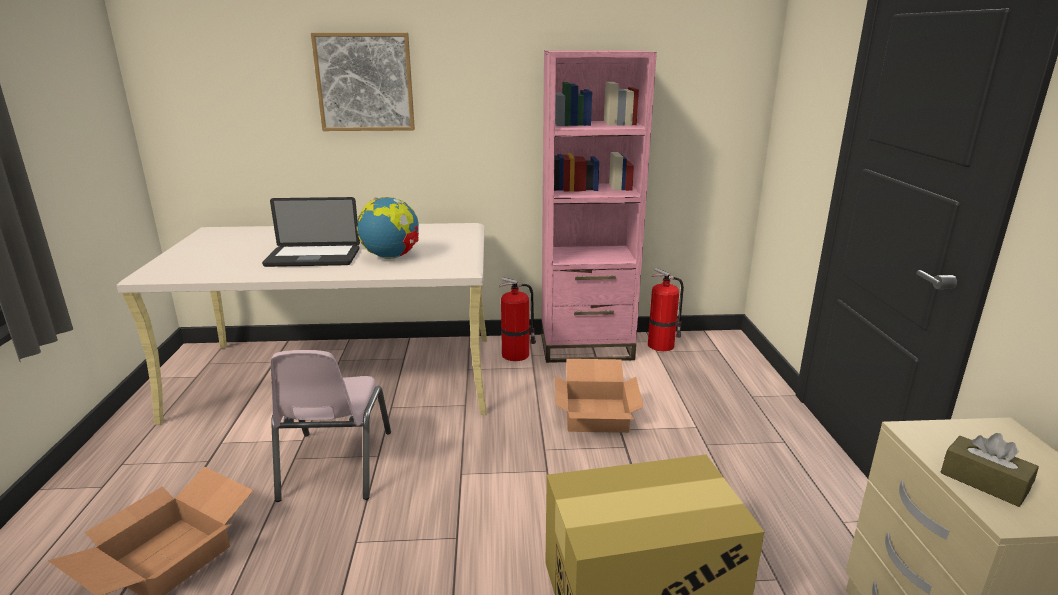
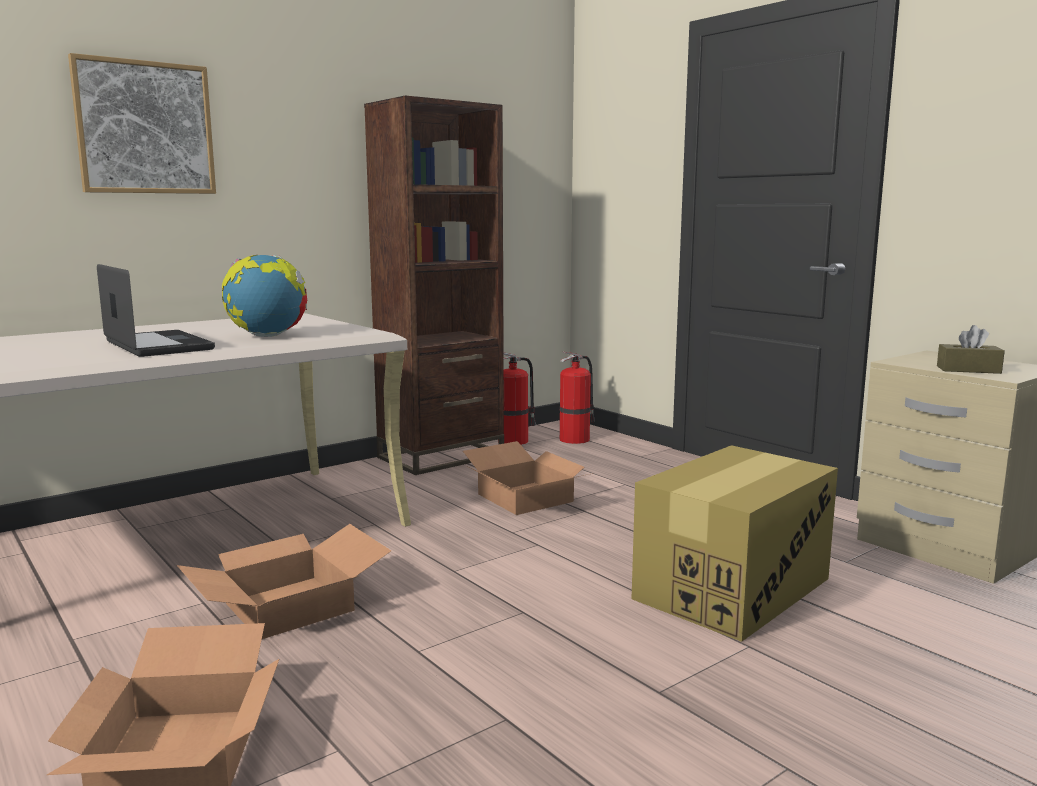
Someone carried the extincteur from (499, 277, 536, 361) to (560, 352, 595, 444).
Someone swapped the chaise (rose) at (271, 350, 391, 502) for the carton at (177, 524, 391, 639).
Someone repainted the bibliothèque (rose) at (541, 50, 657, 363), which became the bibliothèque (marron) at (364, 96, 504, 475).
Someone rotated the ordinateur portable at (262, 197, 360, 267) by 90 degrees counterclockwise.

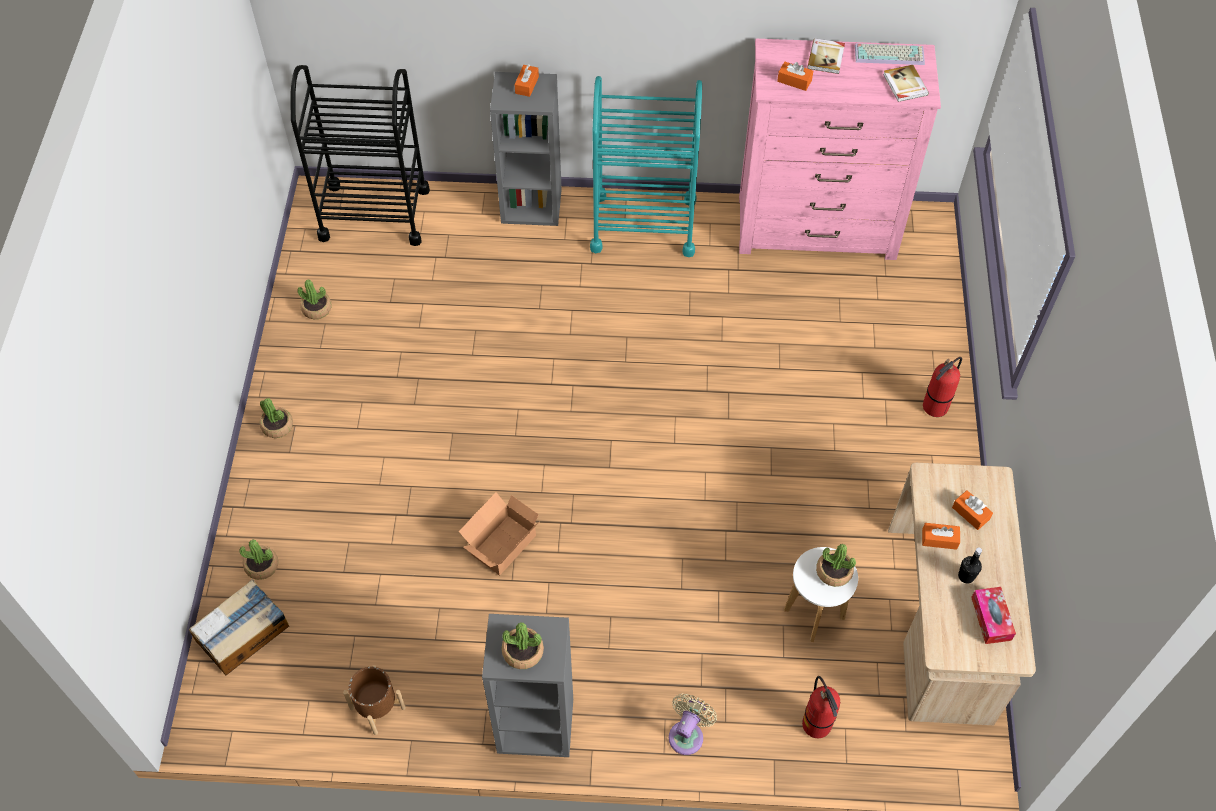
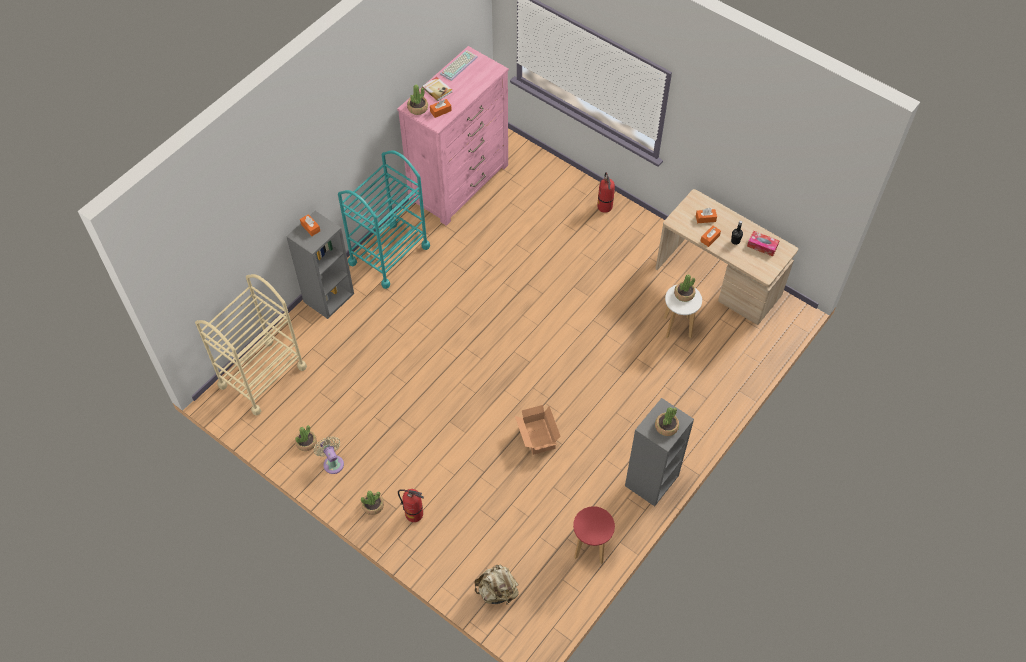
Someone took away the livre at (883, 65, 929, 102).
Someone carried the plante en pot from (240, 539, 278, 580) to (407, 85, 428, 115).
Someone carried the ventilateur (beige) from (669, 694, 717, 755) to (314, 436, 344, 474).
Someone carried the extincteur from (802, 676, 840, 738) to (398, 489, 424, 522).
Someone swapped the carton at (189, 580, 289, 675) for the sac à dos (beige) at (474, 564, 519, 604).
Someone swapped the cache-pot (marron) at (343, 665, 406, 735) for the tabouret (rouge) at (573, 506, 615, 564).
Someone repainted the chariot (noir) at (291, 65, 430, 246), which became the chariot (beige) at (195, 274, 307, 416).

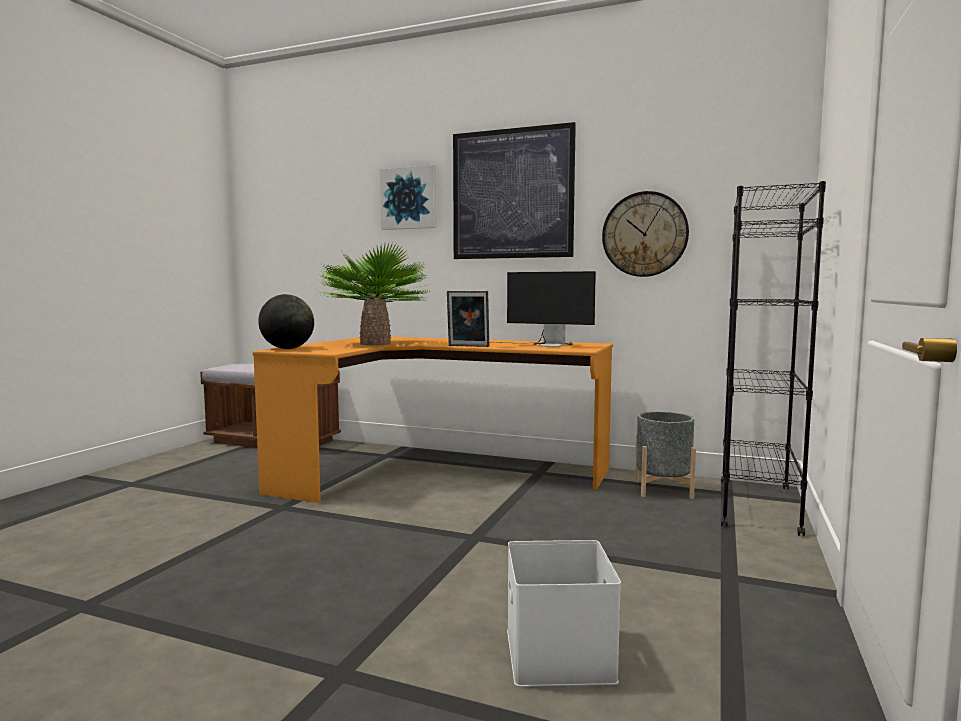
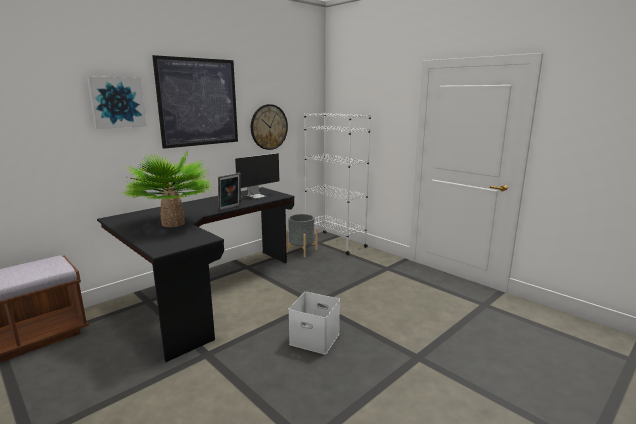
Someone took away the globe at (258, 294, 314, 349).
Someone carried the boîte de rangement (blanc) from (507, 540, 621, 687) to (288, 292, 340, 355).
Someone repainted the bureau (orange) at (253, 337, 613, 503), which became the bureau (noir) at (97, 187, 295, 362).
Someone repainted the bibliothèque (noir) at (721, 181, 826, 537), which became the bibliothèque (blanc) at (304, 112, 371, 255).

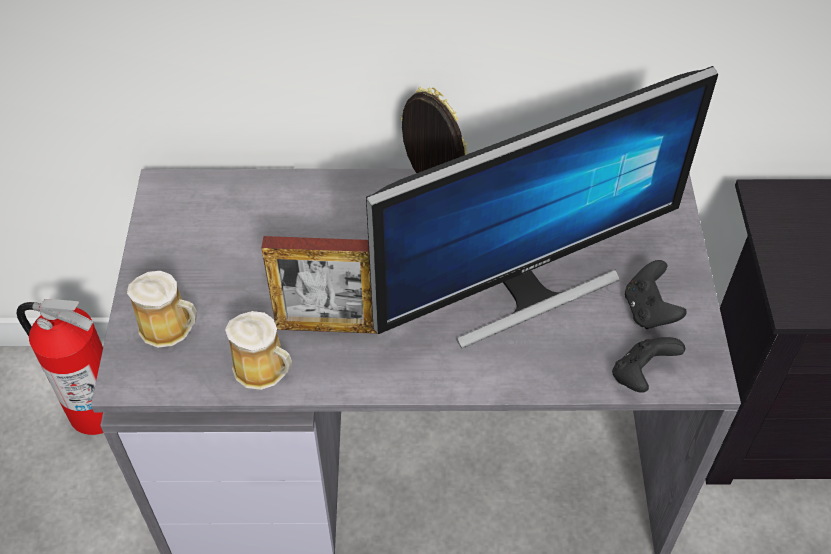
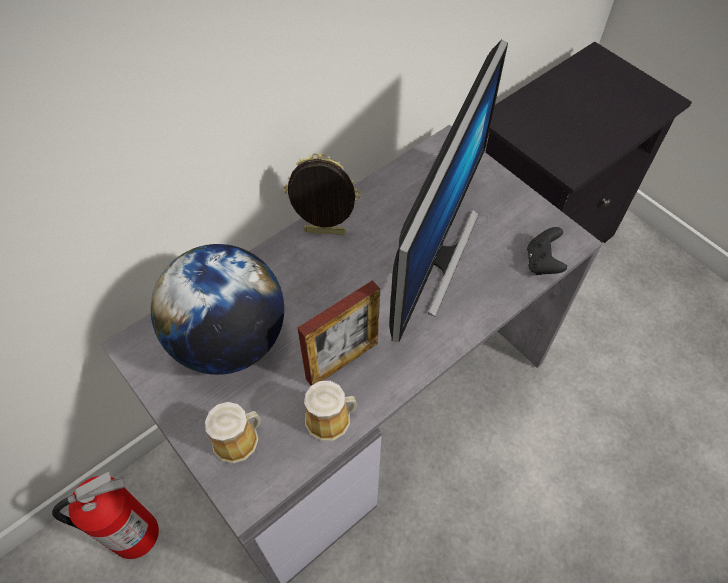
Someone took away the manette (noir) at (625, 260, 687, 329).
Someone put down the globe at (151, 244, 284, 375).

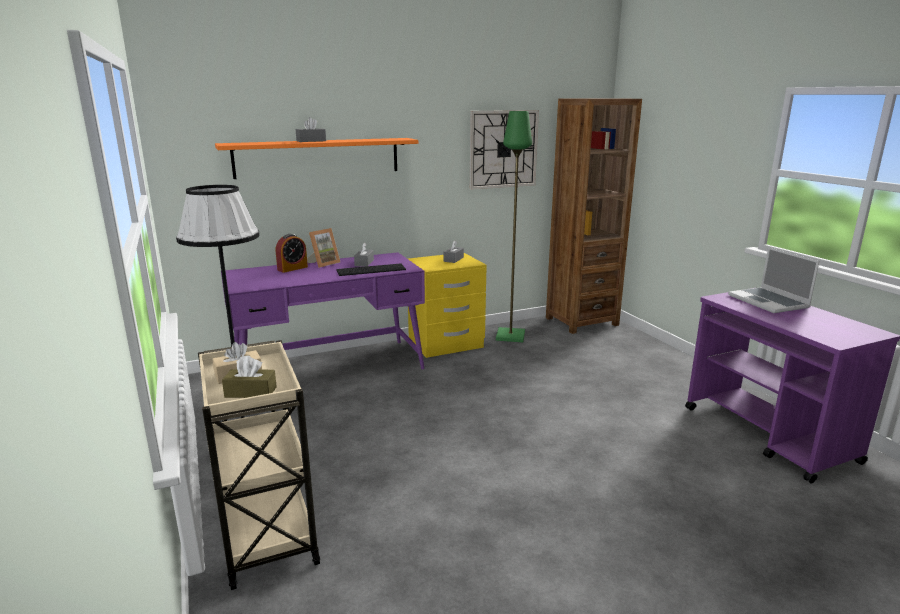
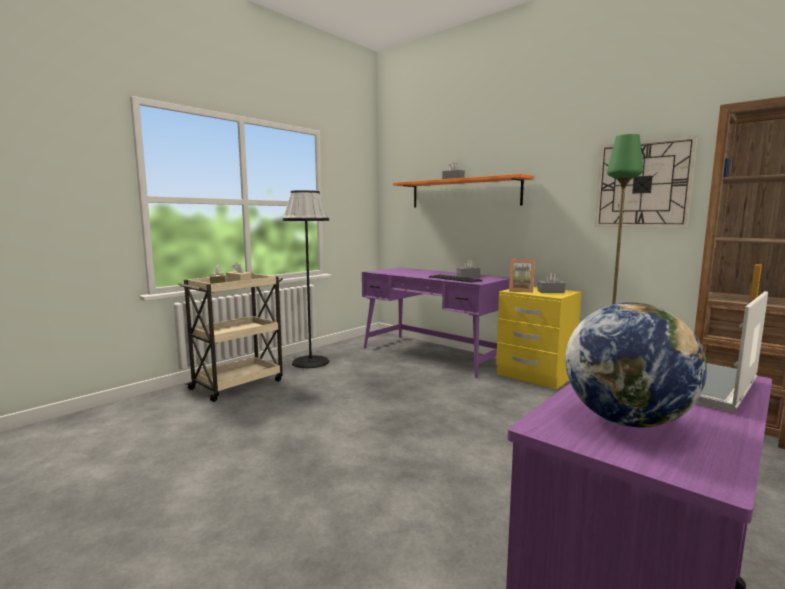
Someone took away the réveil at (276, 234, 308, 273).
Someone put down the globe at (565, 303, 707, 428).
Someone carried the cadre photo from (307, 228, 340, 268) to (509, 259, 535, 293).

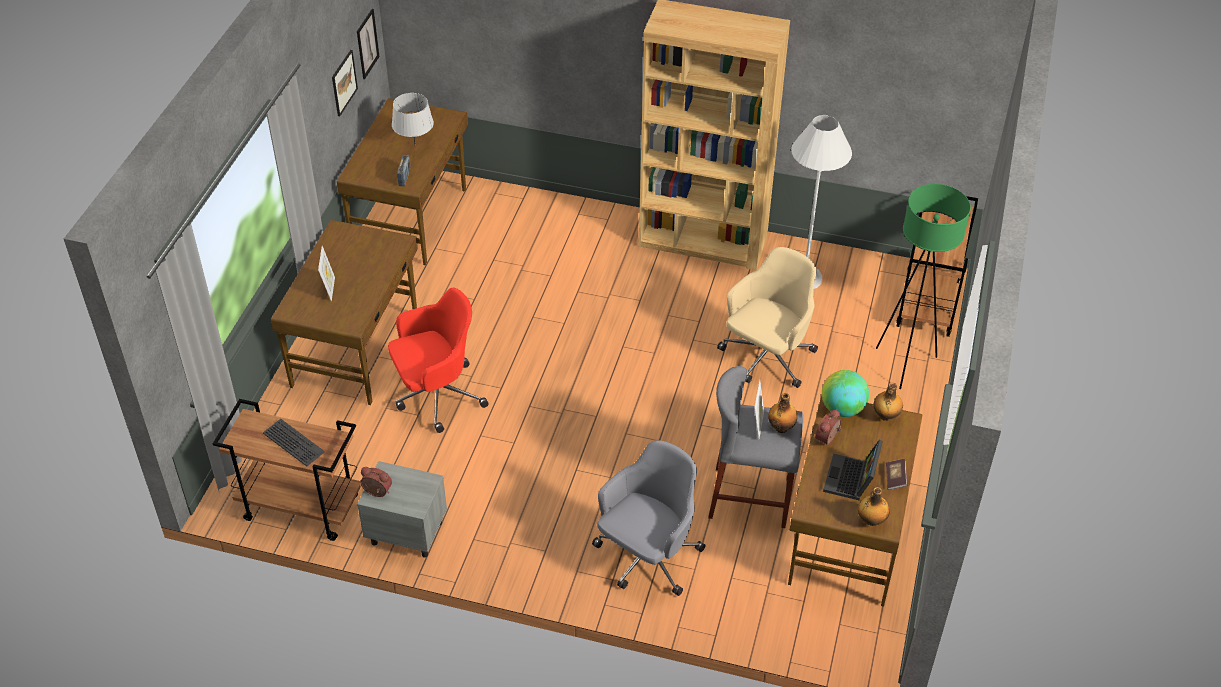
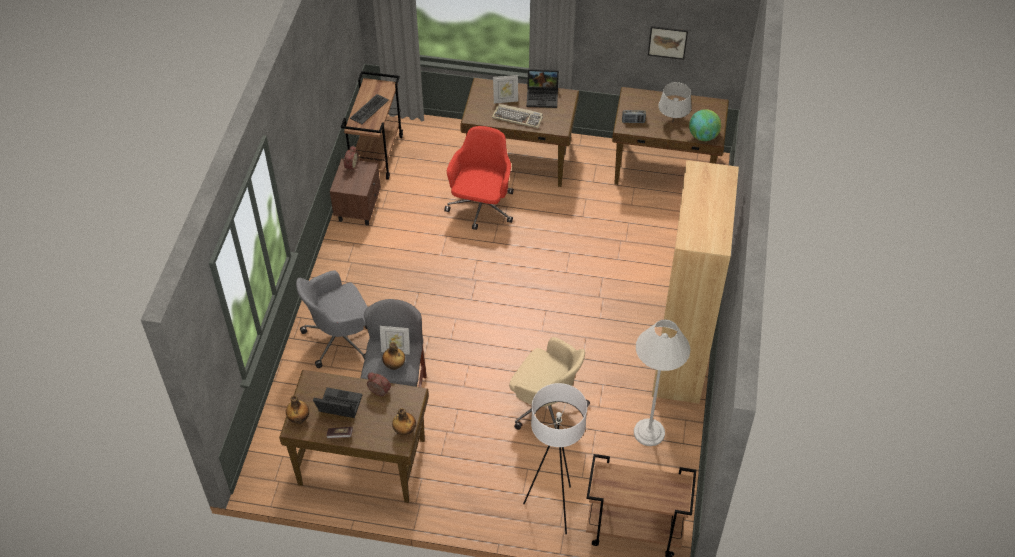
Someone took away the tableau at (357, 9, 380, 79).
Someone put down the clavier at (492, 104, 543, 128).
Someone put down the ordinateur portable at (526, 69, 559, 108).
Someone carried the globe from (822, 370, 869, 417) to (689, 109, 721, 141).
Someone repainted the table de chevet (gris) at (357, 461, 447, 558), which became the table de chevet (marron) at (330, 158, 381, 225).
Someone repainted the lampadaire (vert) at (876, 184, 971, 389), which became the lampadaire (blanc) at (523, 383, 587, 534).
Someone rotated the chaise de bureau (rouge) at (388, 288, 488, 433) by 135 degrees counterclockwise.
Someone rotated the chaise de bureau (gris) at (592, 440, 705, 596) by 120 degrees clockwise.

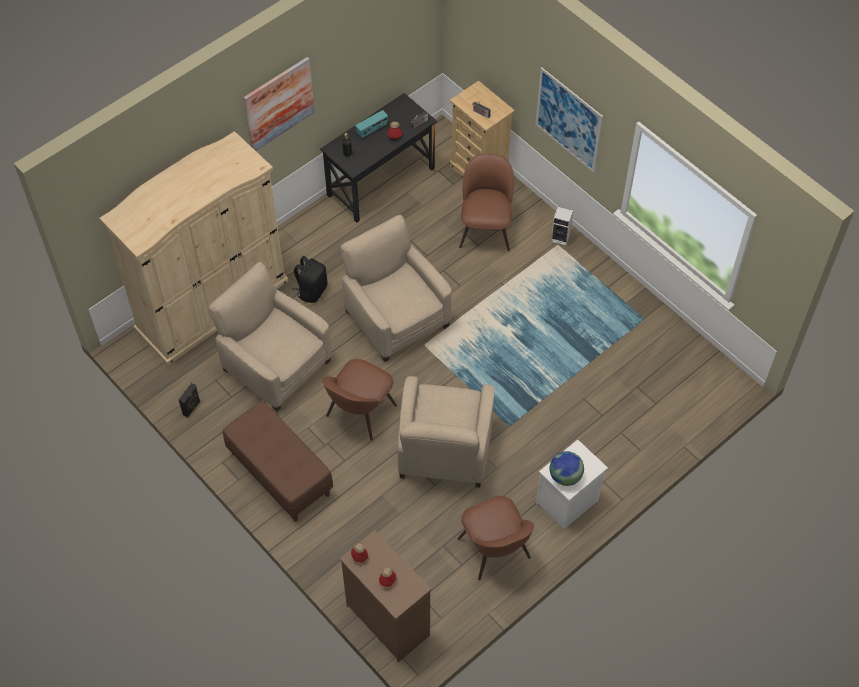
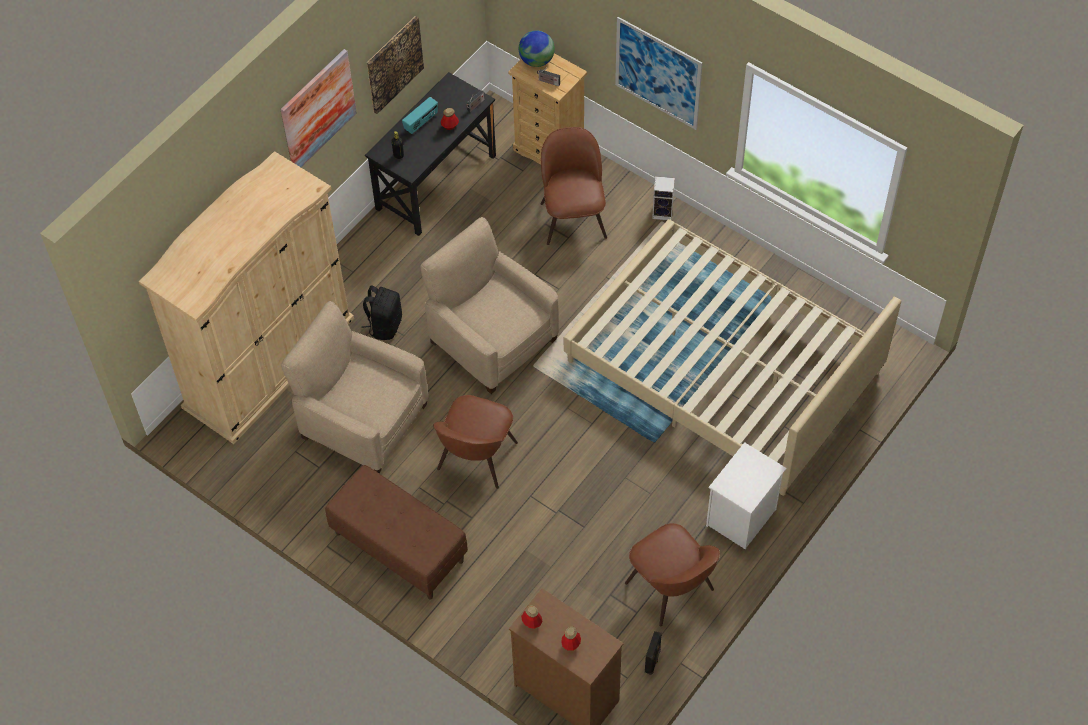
Someone took away the fauteuil (beige) at (397, 376, 494, 488).
Someone put up the tableau at (367, 16, 424, 114).
Someone put down the lit (beige) at (564, 219, 901, 496).
Someone carried the enceinte (noir) from (179, 383, 200, 418) to (645, 631, 662, 675).
Someone carried the globe from (549, 451, 584, 486) to (519, 30, 555, 67).

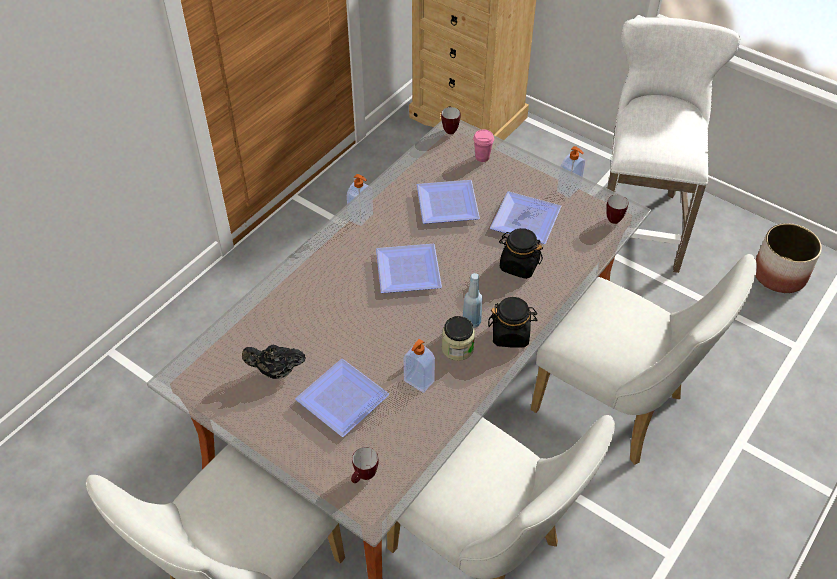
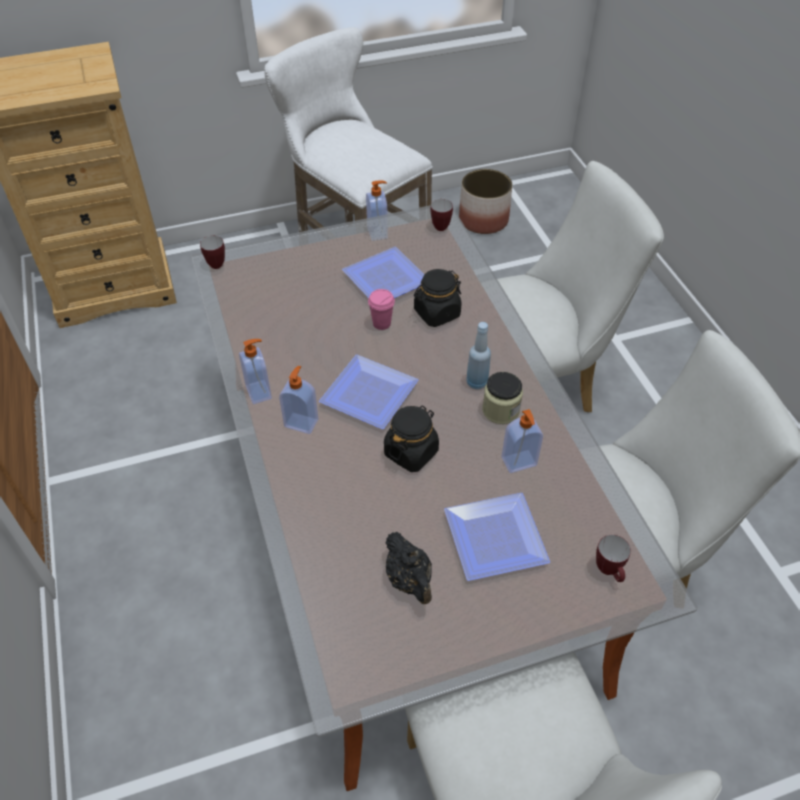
Someone took away the assiette at (417, 180, 480, 224).
Someone put down the distributeur de savon at (279, 366, 318, 434).
Someone carried the tasse (rose) from (473, 129, 494, 162) to (368, 289, 395, 330).
Someone carried the bocal (noir) from (488, 297, 537, 348) to (384, 405, 439, 472).
Someone rotated the théière (noir) at (242, 344, 305, 379) by 60 degrees counterclockwise.

